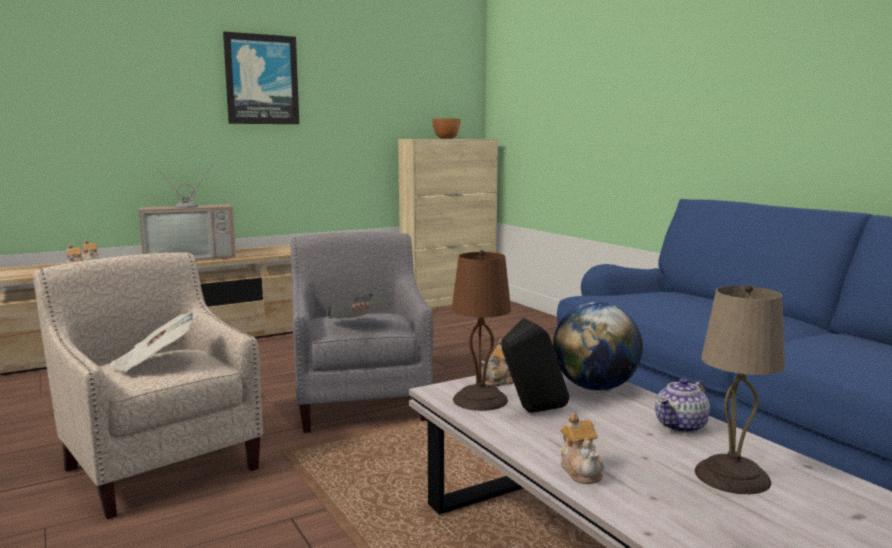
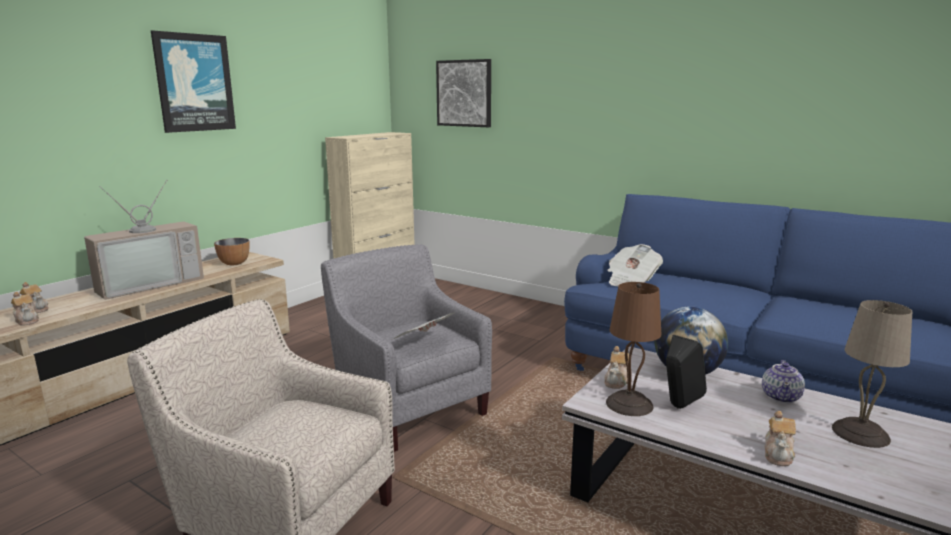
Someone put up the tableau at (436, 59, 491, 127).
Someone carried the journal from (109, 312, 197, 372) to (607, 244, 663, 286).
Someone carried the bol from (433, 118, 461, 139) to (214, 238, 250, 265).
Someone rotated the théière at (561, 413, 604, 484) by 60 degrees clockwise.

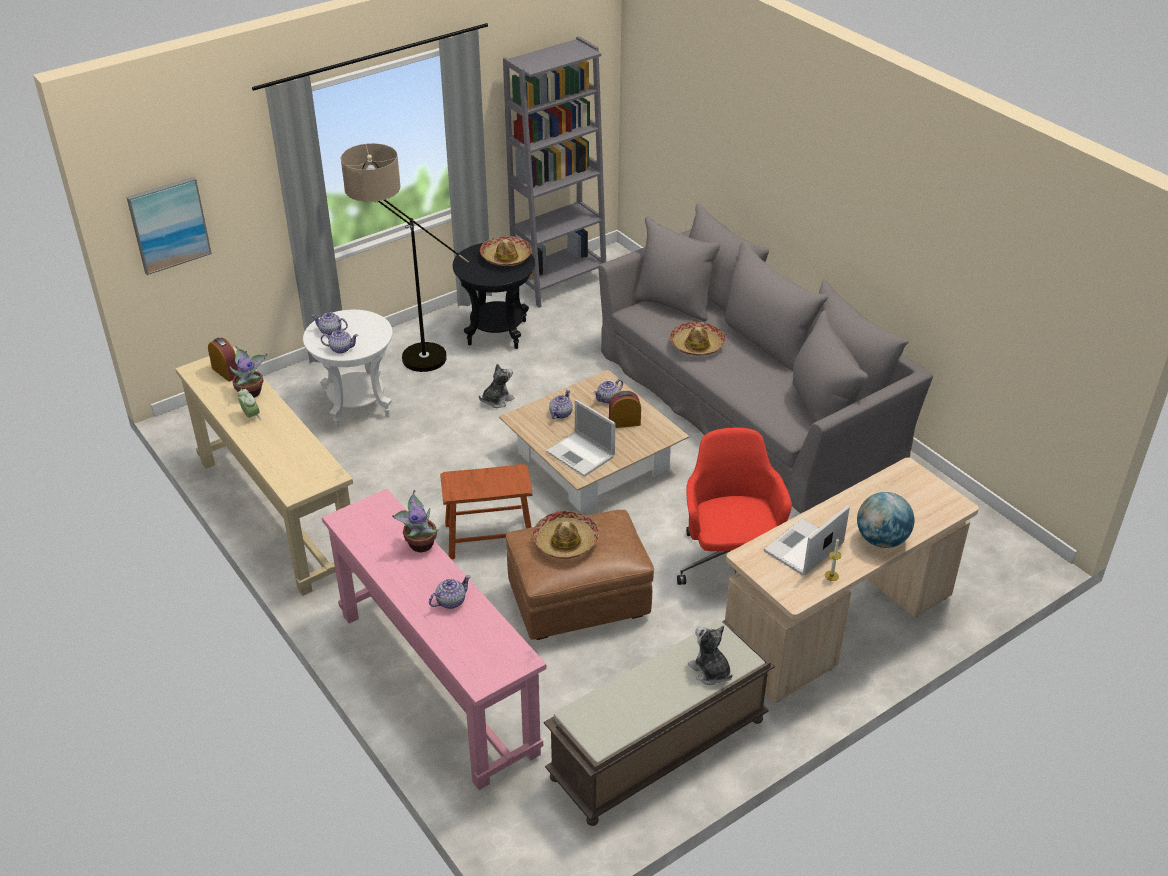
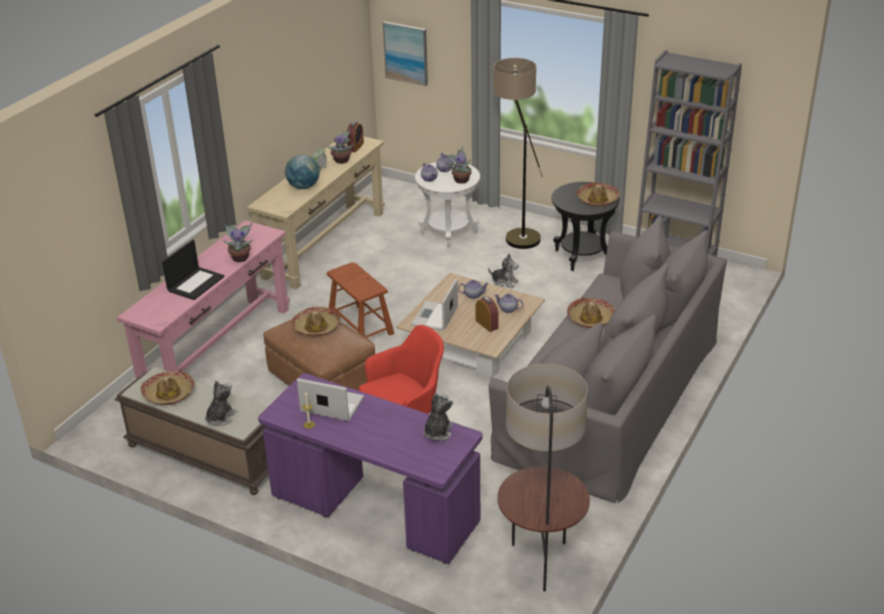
Someone put down the chapeau at (141, 371, 195, 405).
Someone put down the peluche at (423, 393, 453, 441).
Someone put down the plante en pot at (446, 147, 471, 184).
Someone put down the lampadaire at (497, 364, 590, 592).
Someone carried the globe from (857, 492, 914, 548) to (285, 155, 320, 189).
Someone swapped the théière at (429, 575, 471, 609) for the ordinateur portable at (162, 240, 225, 300).
Someone repainted the bureau (beige) at (725, 457, 979, 703), which became the bureau (violet) at (258, 373, 483, 564).

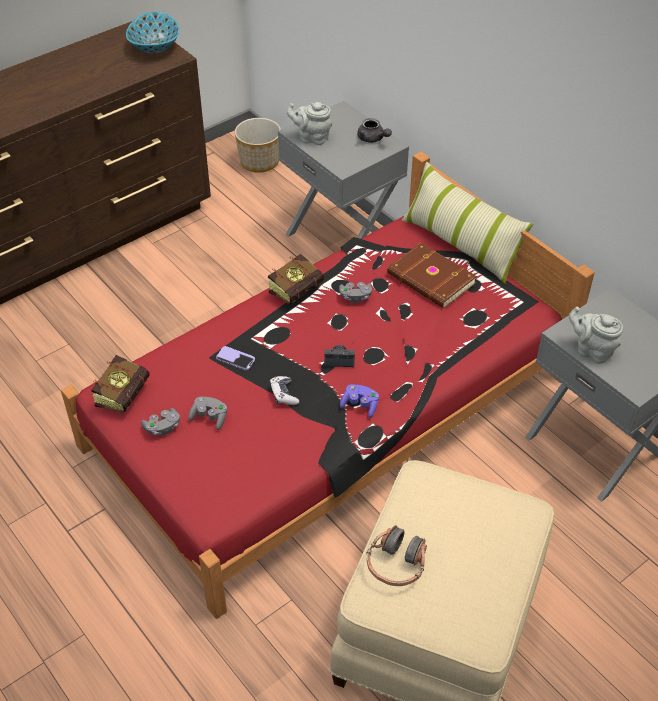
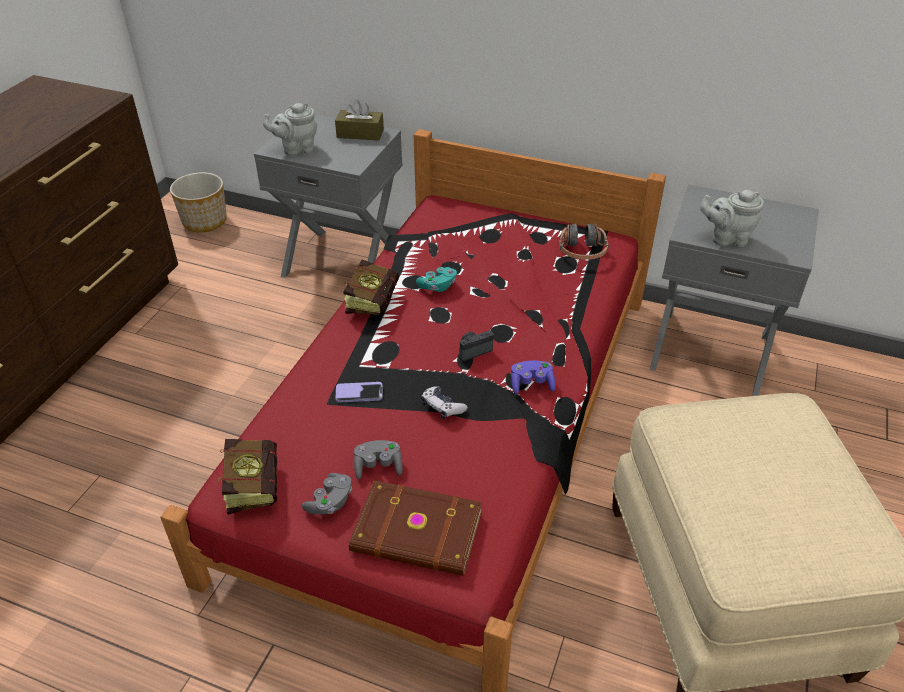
Someone took away the bol at (126, 12, 179, 53).
Someone took away the coussin at (401, 162, 533, 284).
Someone carried the casque audio from (367, 525, 427, 586) to (559, 223, 609, 260).
Someone carried the livre (marron) from (387, 243, 477, 308) to (349, 480, 482, 576).
Someone swapped the théière (gris) at (357, 118, 392, 143) for the boîte à mouchoirs (marron) at (335, 99, 384, 140).
Someone repainted the manette (gris) at (339, 282, 372, 303), which became the manette (turquoise) at (416, 267, 457, 292).

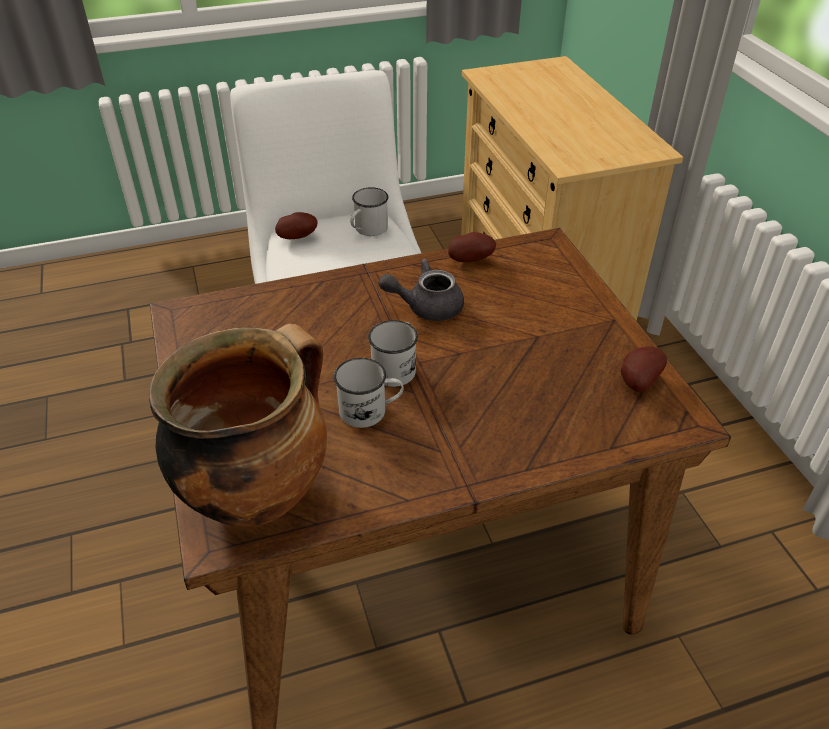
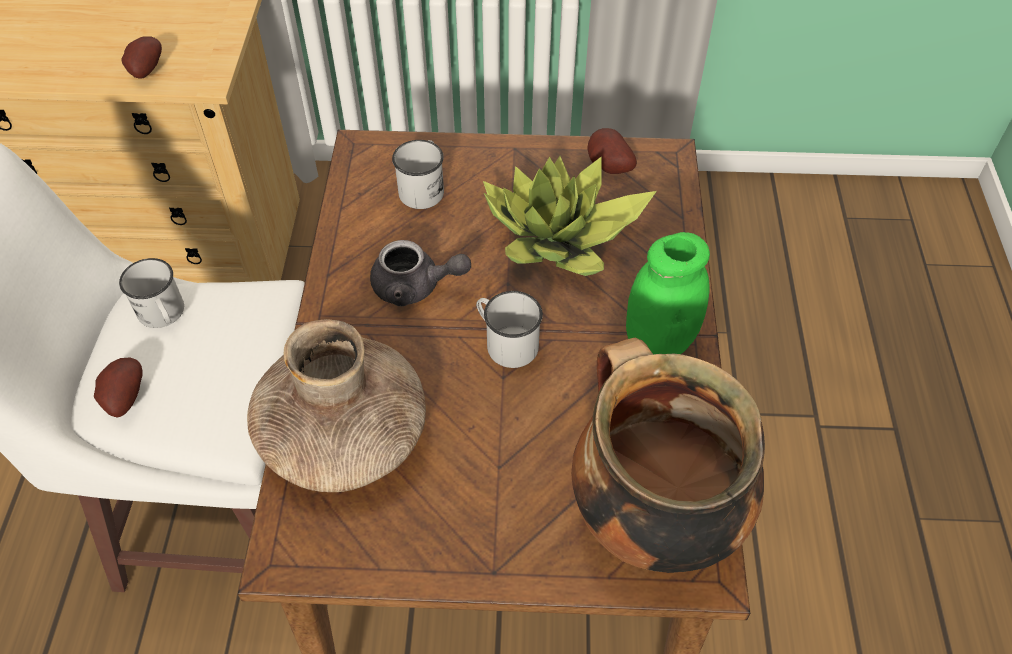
Someone put down the vase (marron) at (247, 319, 426, 492).
Someone put down the plante en pot at (483, 156, 657, 276).
Someone put down the bocal (vert) at (626, 232, 710, 354).
Someone carried the mug (blanc) from (334, 358, 404, 428) to (392, 140, 444, 209).
Someone carried the pomme de terre from (448, 232, 496, 262) to (121, 36, 162, 79).
Someone rotated the théière (gris) at (379, 259, 464, 321) by 90 degrees counterclockwise.

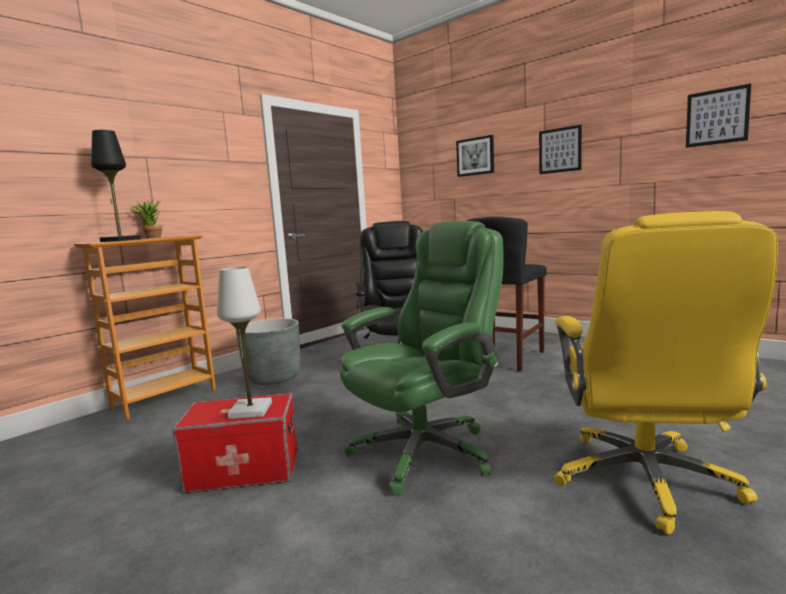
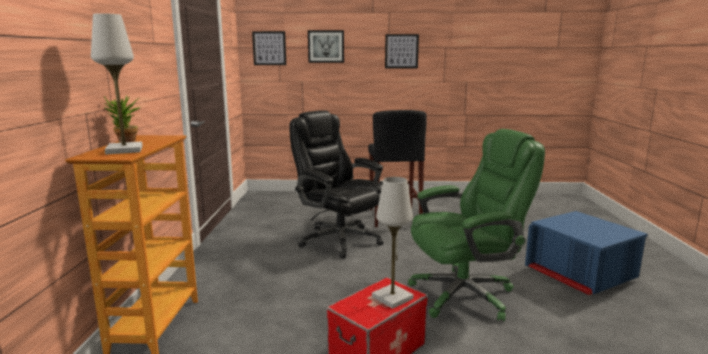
Someone took away the cache-pot (gris) at (236, 318, 301, 385).
Someone carried the tableau from (686, 84, 751, 148) to (252, 31, 286, 65).
Someone swapped the chaise de bureau (jaune) at (554, 211, 778, 535) for the boîte de rangement (bleu) at (525, 211, 648, 295).
Someone repainted the lampe de table (noir) at (91, 130, 141, 242), which became the lampe de table (blanc) at (91, 13, 143, 154).
Someone rotated the chaise de bureau (vert) at (340, 221, 504, 496) by 60 degrees clockwise.

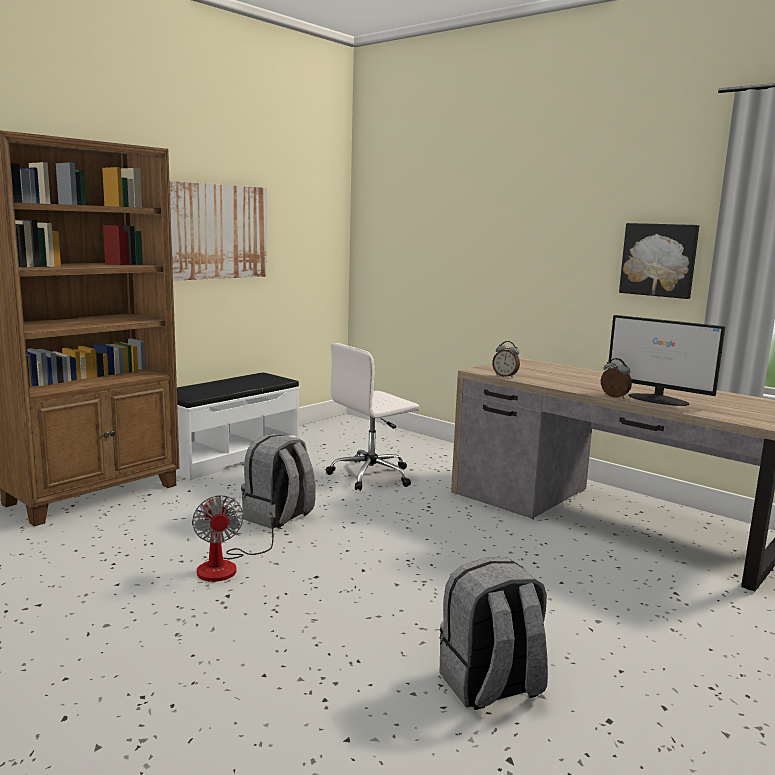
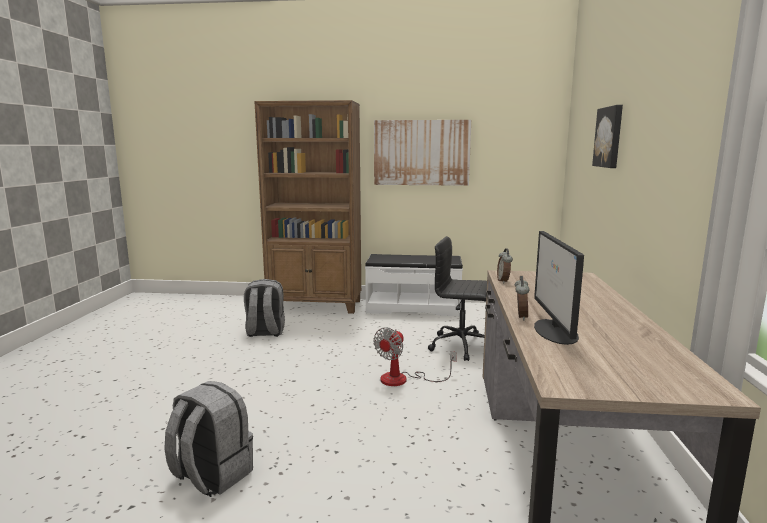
Someone carried the ventilateur from (192, 495, 275, 582) to (373, 327, 457, 386).
Someone carried the sac à dos (gris) from (241, 434, 316, 529) to (244, 279, 285, 337).
Someone carried the tableau from (619, 223, 699, 299) to (592, 105, 623, 168).
Someone repainted the chaise de bureau (blanc) at (326, 343, 420, 491), which became the chaise de bureau (noir) at (428, 236, 487, 361).

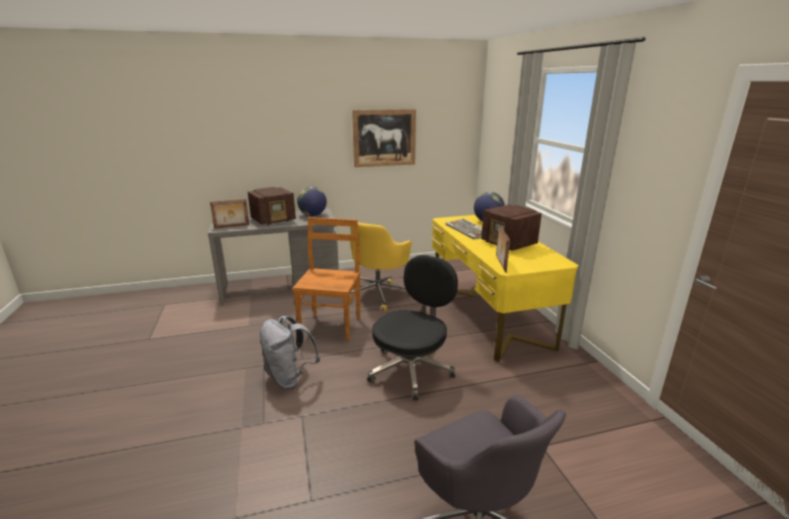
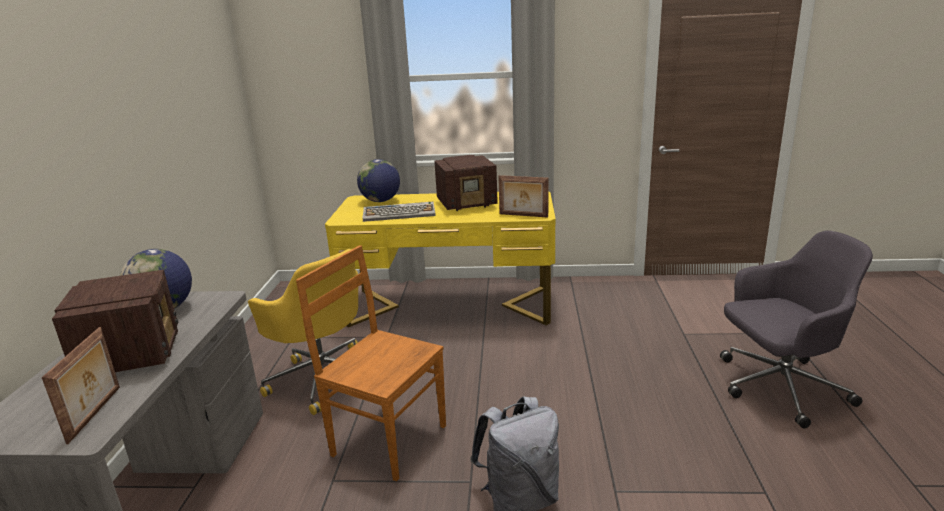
Someone took away the tableau at (352, 109, 416, 167).
Someone took away the chaise de bureau (noir) at (367, 255, 458, 400).

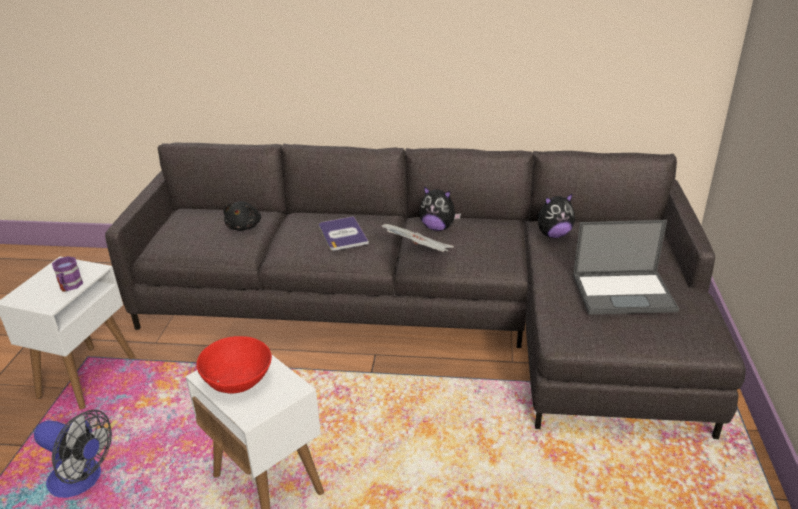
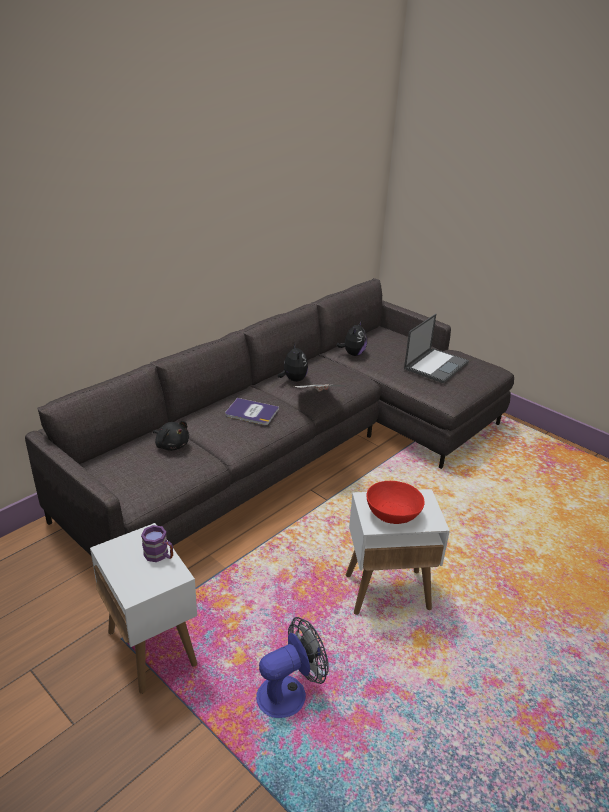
Someone rotated the peluche at (419, 186, 461, 231) by 75 degrees counterclockwise.

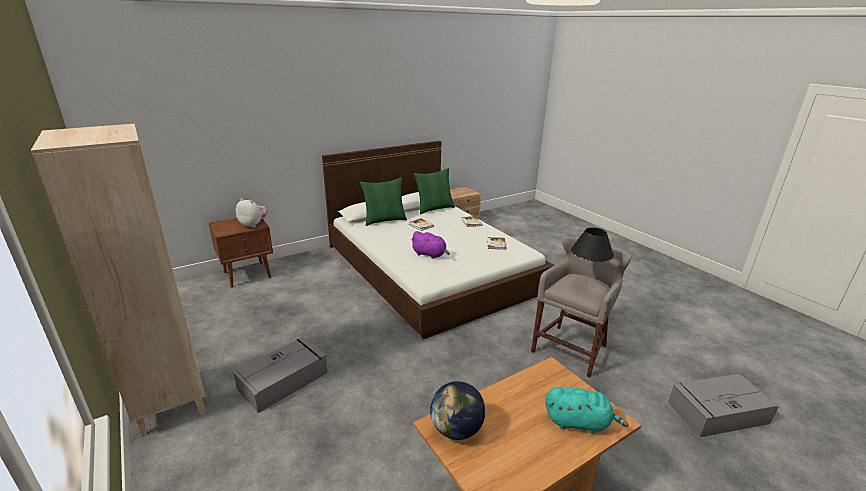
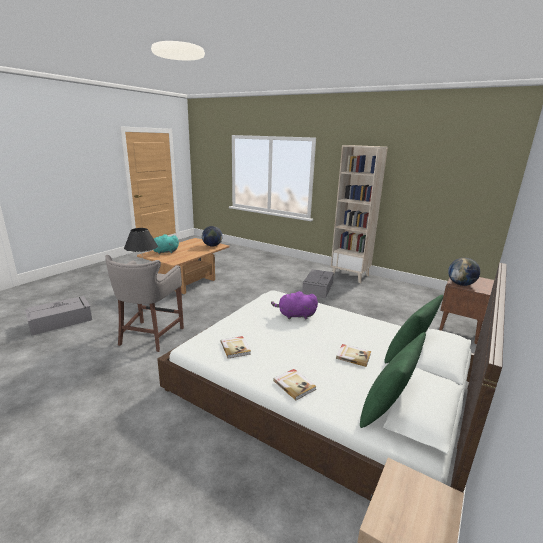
Someone swapped the peluche at (236, 198, 268, 228) for the globe at (448, 258, 480, 286).

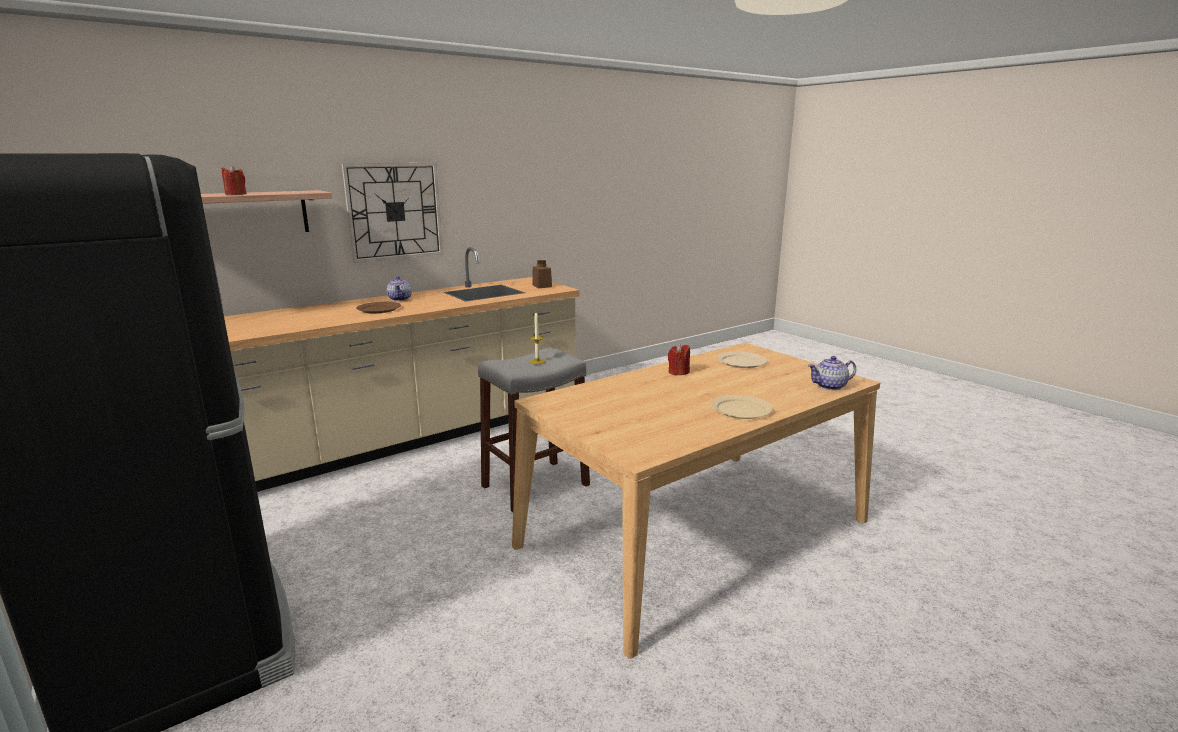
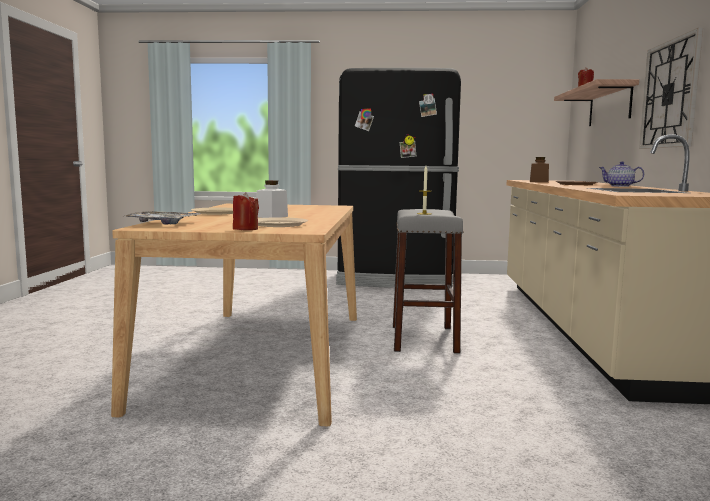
Someone put down the bocal (blanc) at (256, 180, 288, 218).
Someone carried the bocal (marron) from (532, 260, 552, 288) to (530, 157, 549, 183).
Someone carried the bougie (rouge) from (668, 344, 690, 375) to (233, 192, 259, 230).
Someone swapped the théière at (808, 356, 856, 390) for the plateau at (122, 211, 201, 224).

